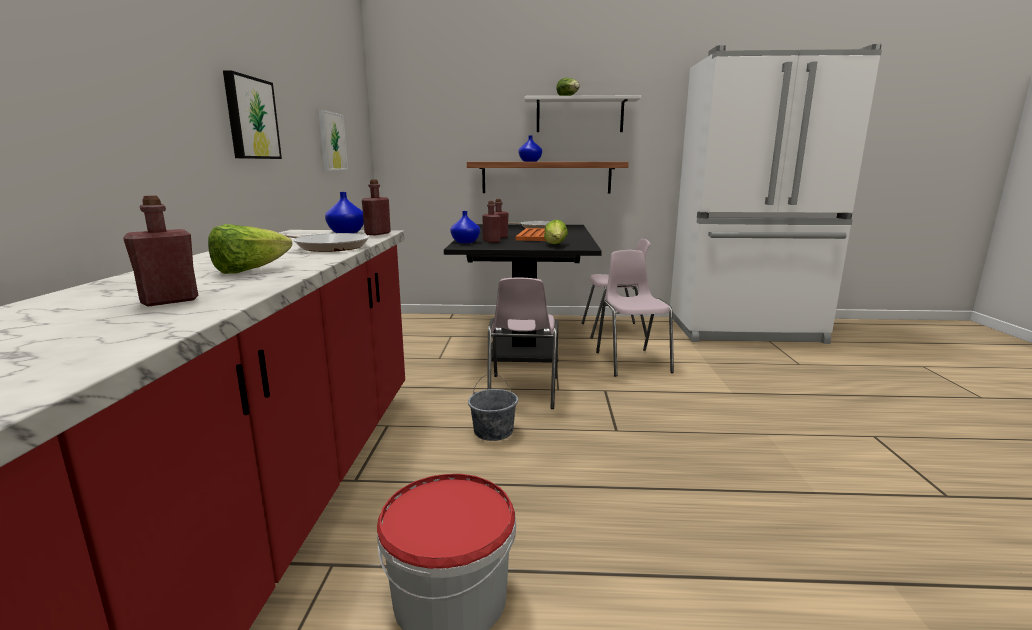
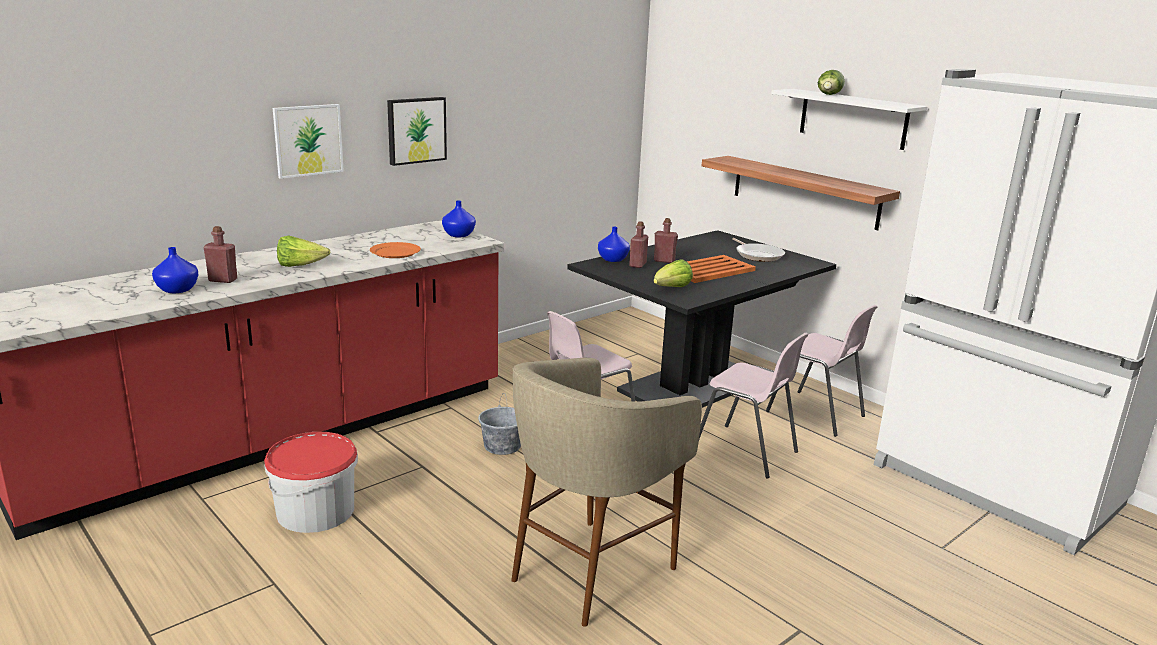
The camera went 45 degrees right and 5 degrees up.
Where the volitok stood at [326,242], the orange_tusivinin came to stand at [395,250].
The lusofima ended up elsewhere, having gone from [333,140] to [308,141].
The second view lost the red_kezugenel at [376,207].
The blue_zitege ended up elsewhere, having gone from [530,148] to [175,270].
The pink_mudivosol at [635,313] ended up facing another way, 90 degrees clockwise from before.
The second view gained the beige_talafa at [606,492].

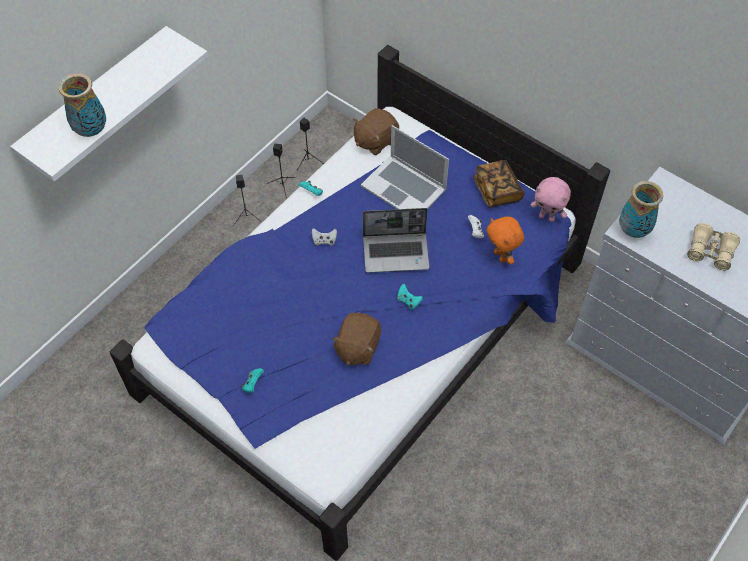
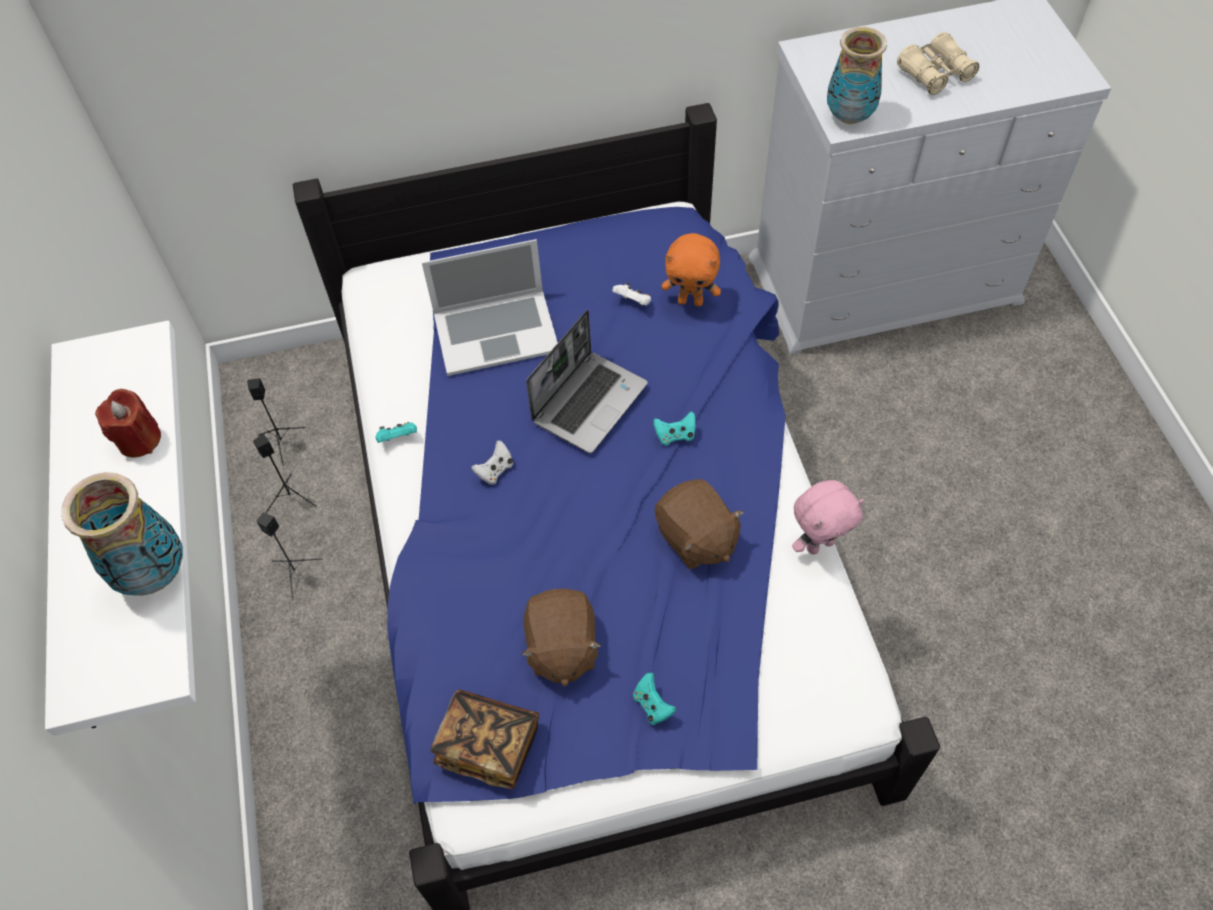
The camera went 50 degrees left and 0 degrees up.
The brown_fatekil ended up elsewhere, having gone from [376,131] to [561,638].
The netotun ended up elsewhere, having gone from [499,183] to [485,739].
The pink_fatekil ended up elsewhere, having gone from [551,199] to [828,517].
The second view gained the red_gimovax at [128,423].

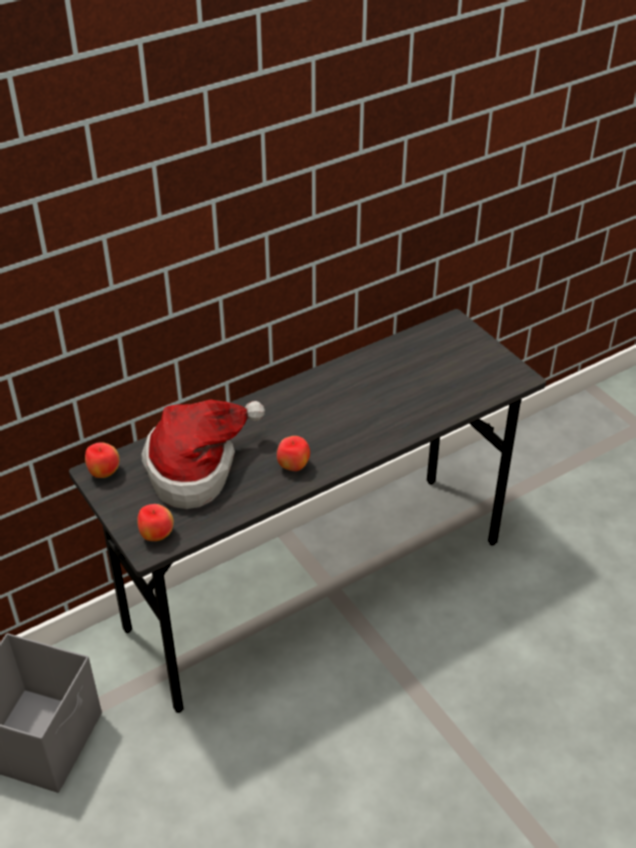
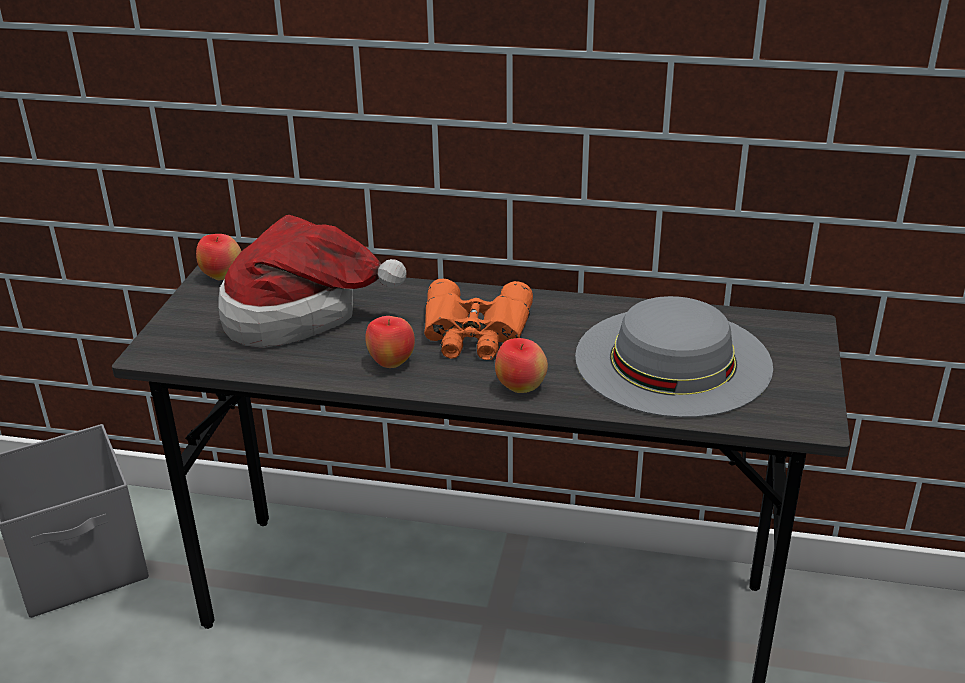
The camera went 45 degrees right and 10 degrees down.
The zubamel ended up elsewhere, having gone from [155,522] to [521,365].
The second view gained the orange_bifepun at [478,319].
The second view gained the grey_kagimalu at [674,357].

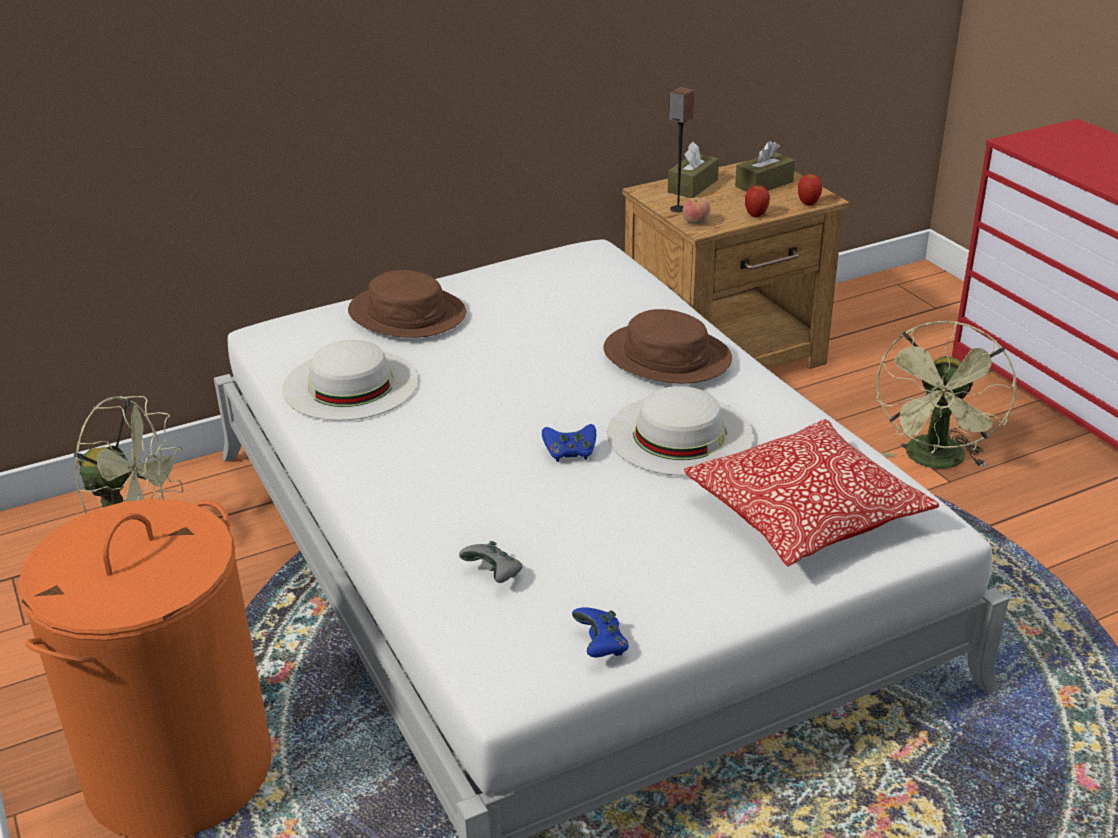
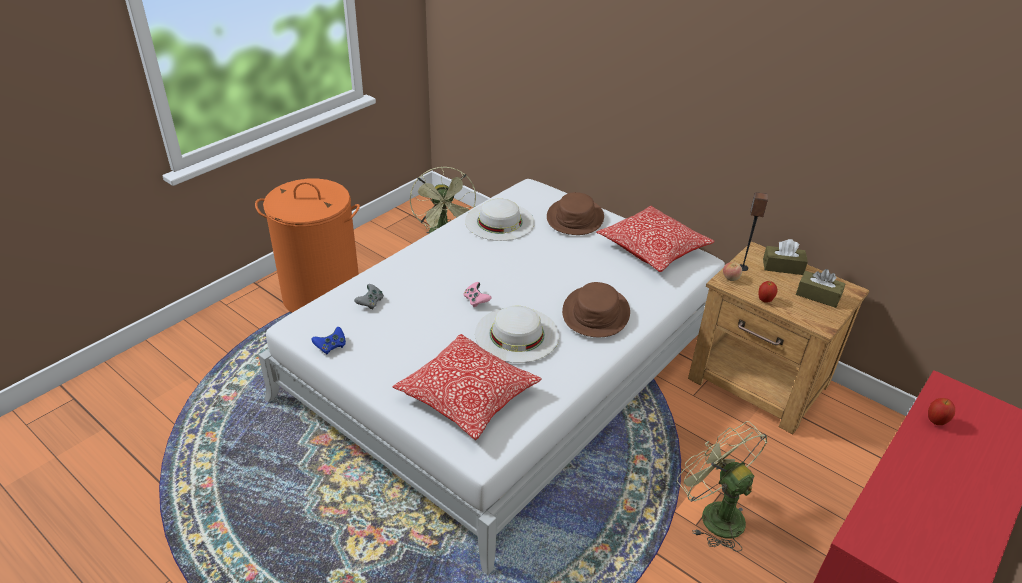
The camera went 65 degrees right and 5 degrees up.
What was the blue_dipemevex at [569,443] turned into the pink_dipemevex at [477,294].
The zubamel ended up elsewhere, having gone from [810,189] to [941,411].
The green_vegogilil at [946,395] ended up facing another way, 60 degrees clockwise from before.
The second view gained the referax at [655,239].

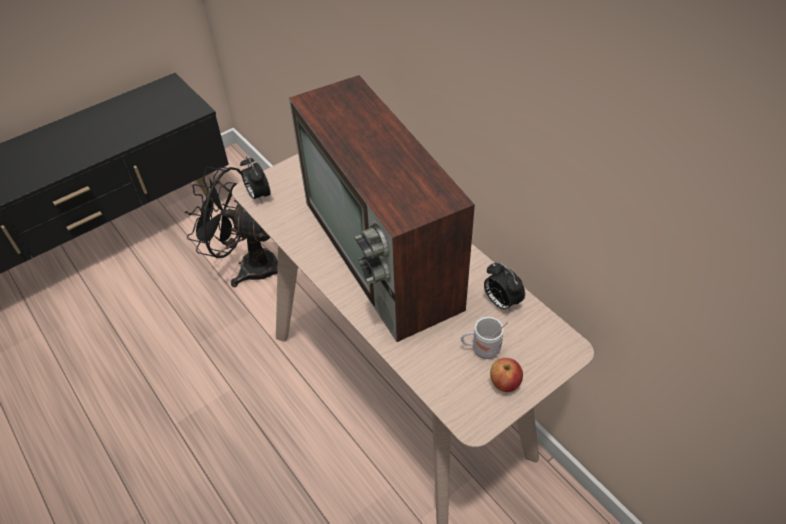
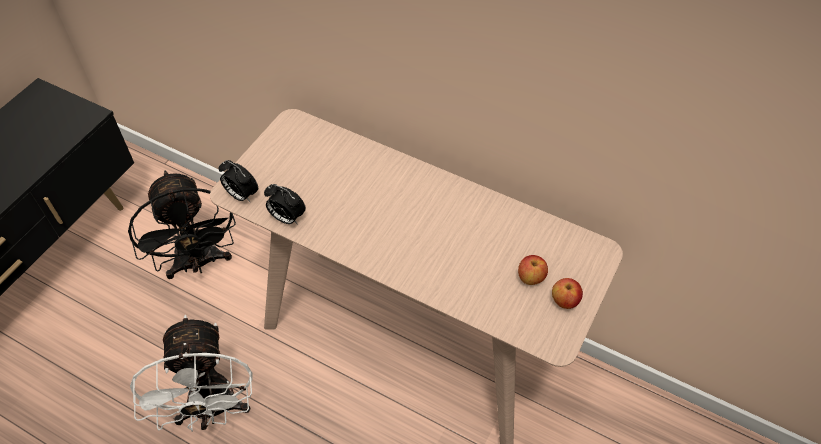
The camera went 25 degrees left and 5 degrees up.
The black_vegogilil at [231,227] ended up facing another way, 105 degrees counterclockwise from before.
The second view lost the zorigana at [382,208].
Where the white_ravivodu stood at [484,338], the zubamel came to stand at [533,270].
The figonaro ended up elsewhere, having gone from [504,287] to [285,204].
The second view gained the white_vegogilil at [191,373].

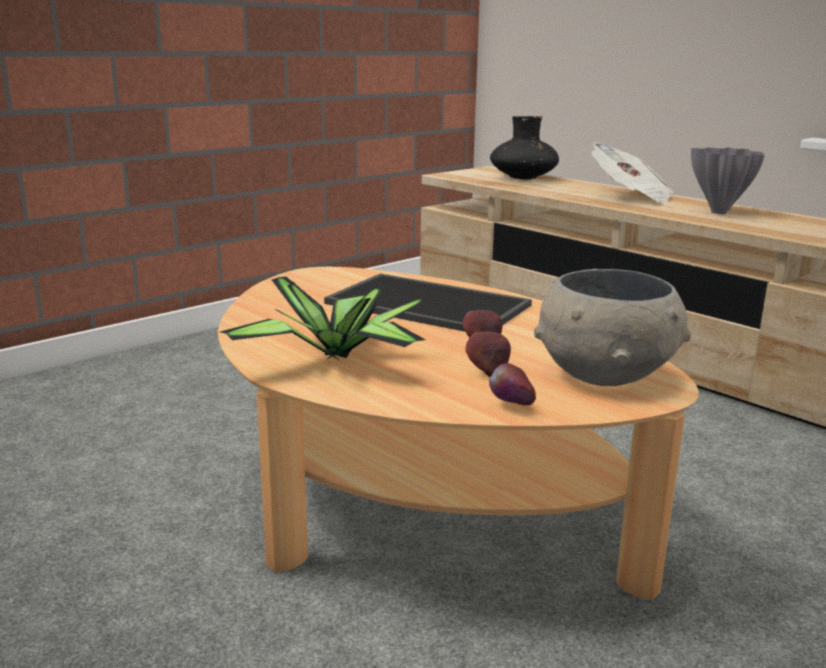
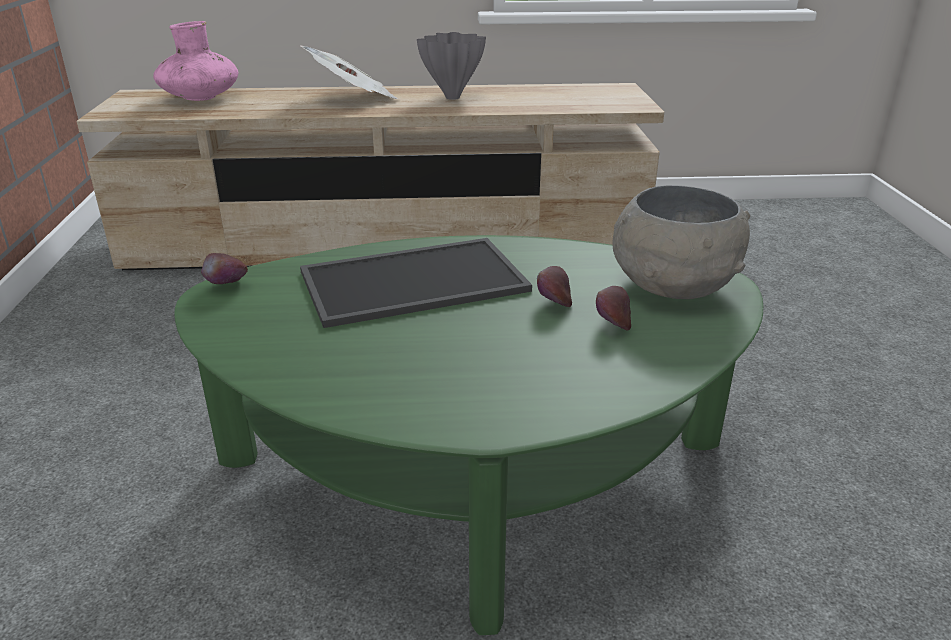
The camera went 50 degrees left and 10 degrees up.
What was the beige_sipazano at [458,433] turned into the green_sipazano at [468,435].
The second view lost the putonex at [323,319].
The zubamel ended up elsewhere, having gone from [512,384] to [224,268].
What was the black_zitege at [524,147] turned into the pink_zitege at [195,61].

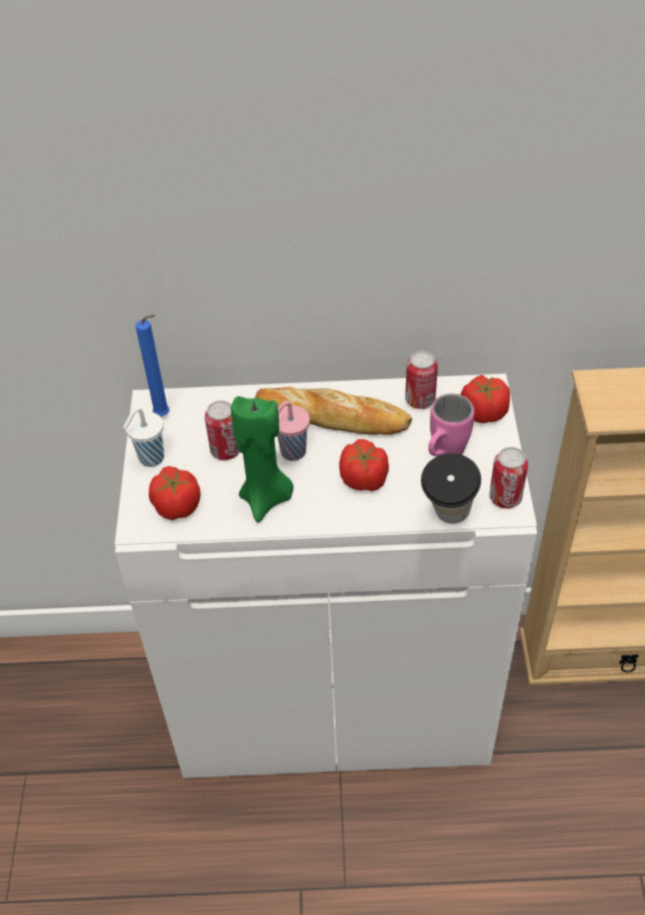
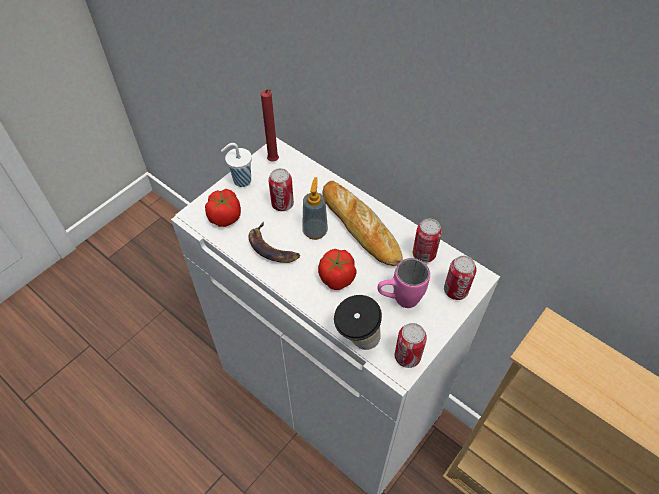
The camera went 40 degrees right and 5 degrees up.
What was the blue_gimovax at [152,365] turned into the red_gimovax at [270,125].
Where the green_gimovax stood at [262,459], the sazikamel came to stand at [274,242].
Where the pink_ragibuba stood at [293,431], the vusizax came to stand at [315,208].
Where the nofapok stood at [485,399], the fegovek came to stand at [460,278].

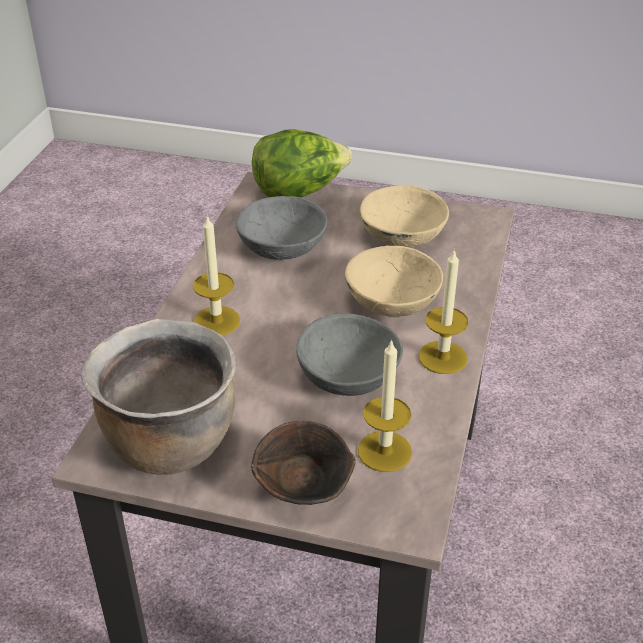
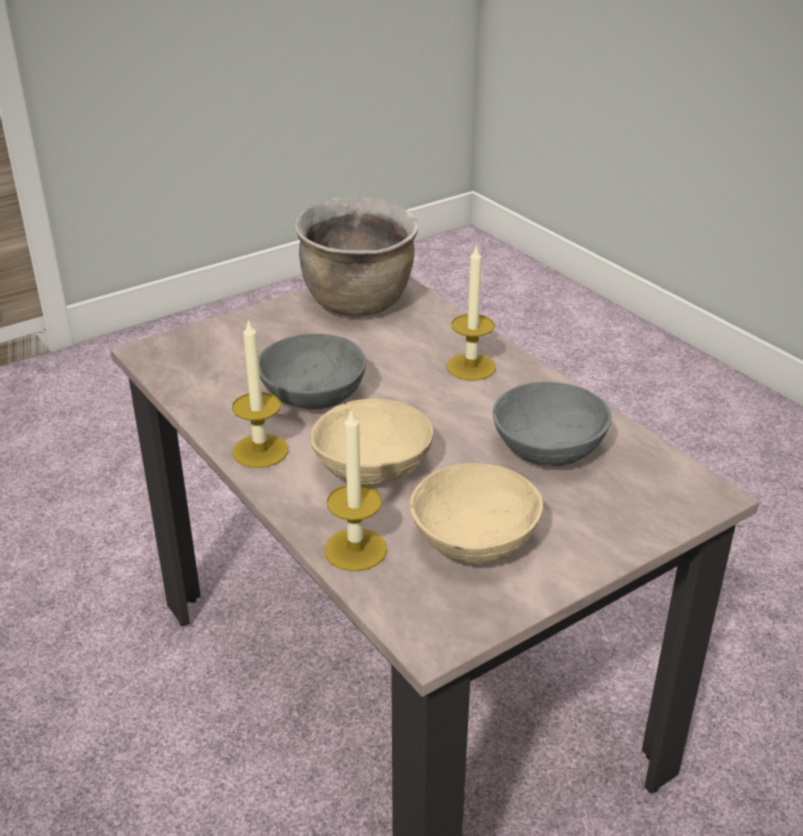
The camera went 130 degrees right and 5 degrees down.
The second view lost the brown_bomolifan at [303,463].
The second view lost the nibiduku at [302,163].
The gimovax ended up elsewhere, having gone from [385,405] to [355,489].

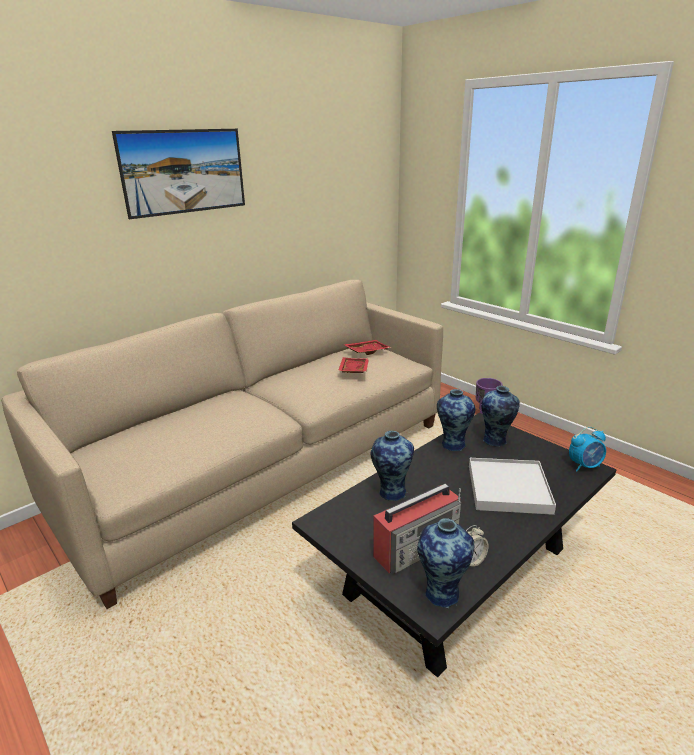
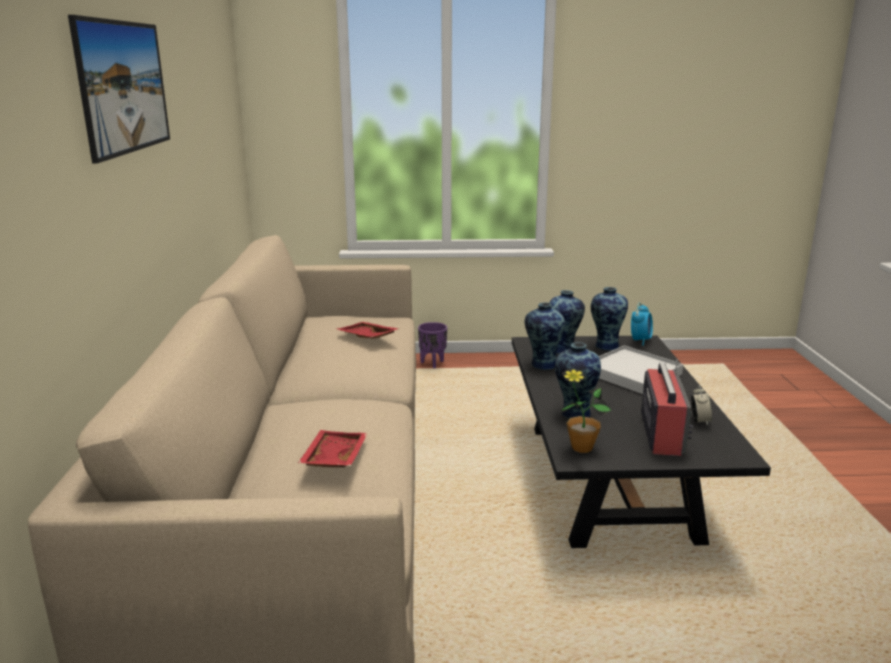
The camera went 50 degrees left and 5 degrees down.
The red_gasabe ended up elsewhere, having gone from [367,347] to [333,448].
The zitege ended up elsewhere, having gone from [445,563] to [609,318].
The second view gained the putonex at [586,410].

